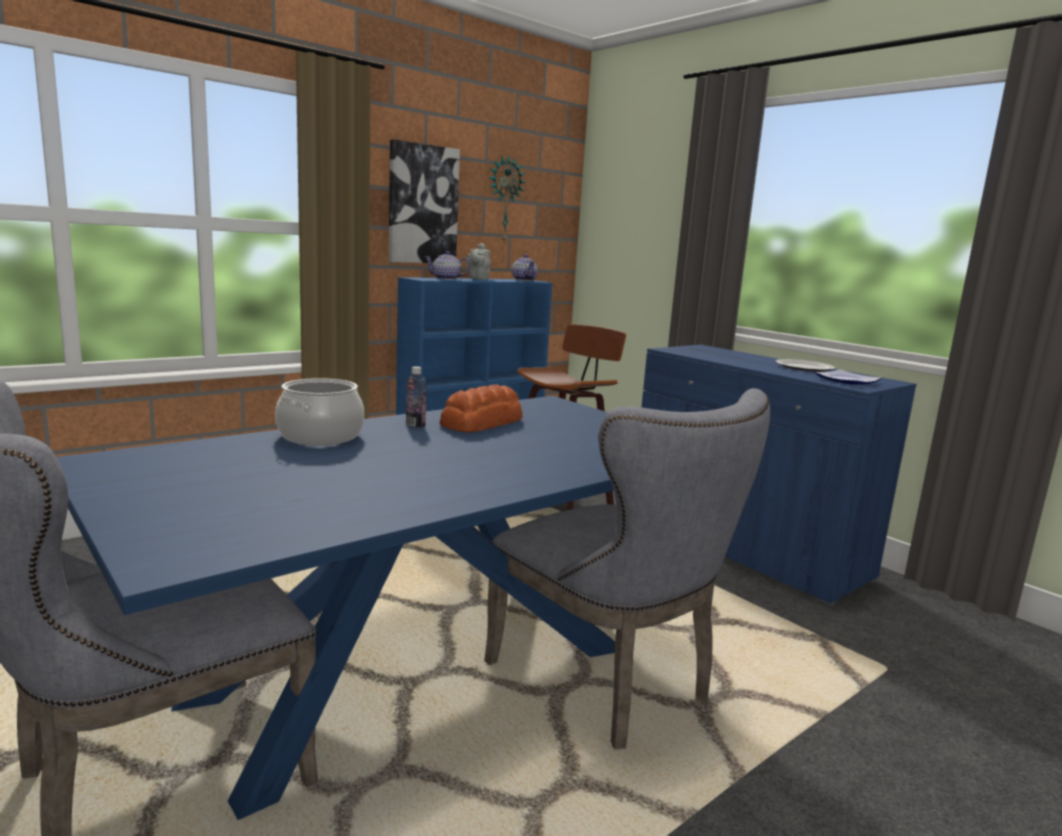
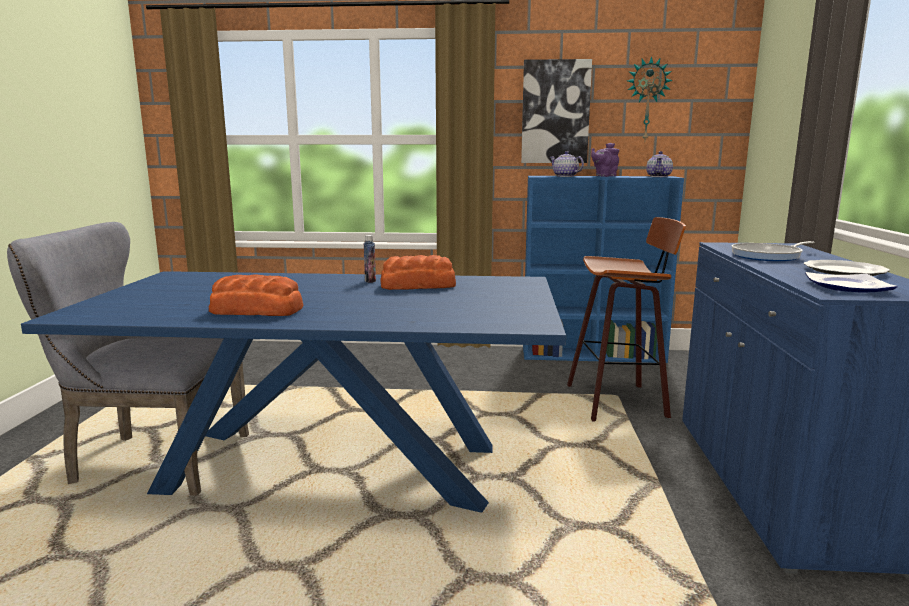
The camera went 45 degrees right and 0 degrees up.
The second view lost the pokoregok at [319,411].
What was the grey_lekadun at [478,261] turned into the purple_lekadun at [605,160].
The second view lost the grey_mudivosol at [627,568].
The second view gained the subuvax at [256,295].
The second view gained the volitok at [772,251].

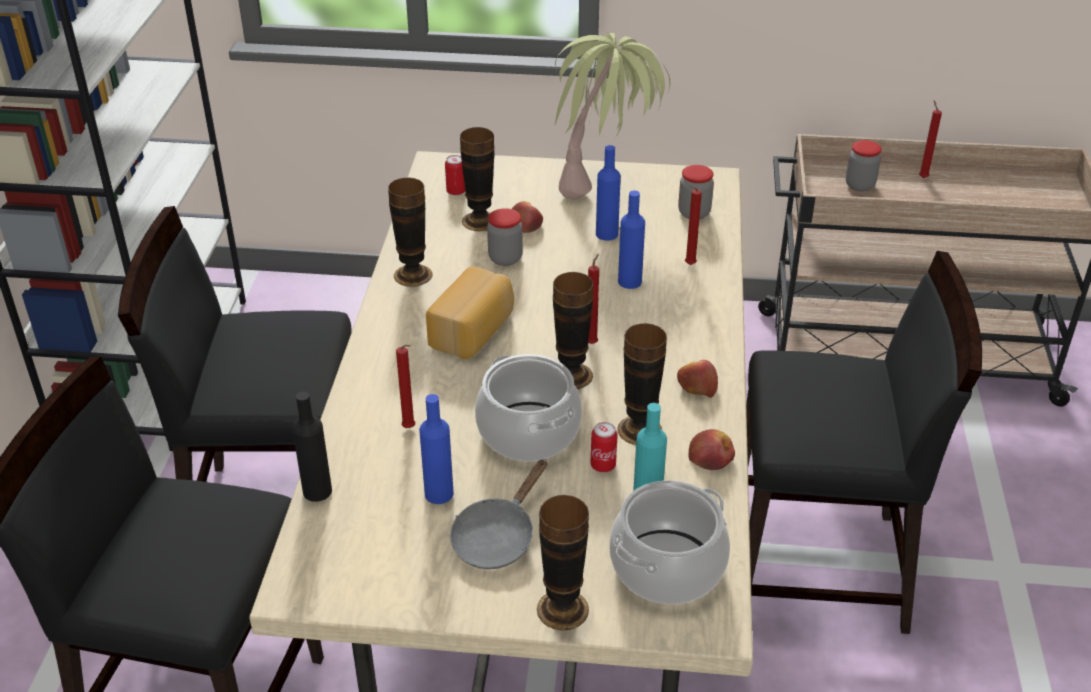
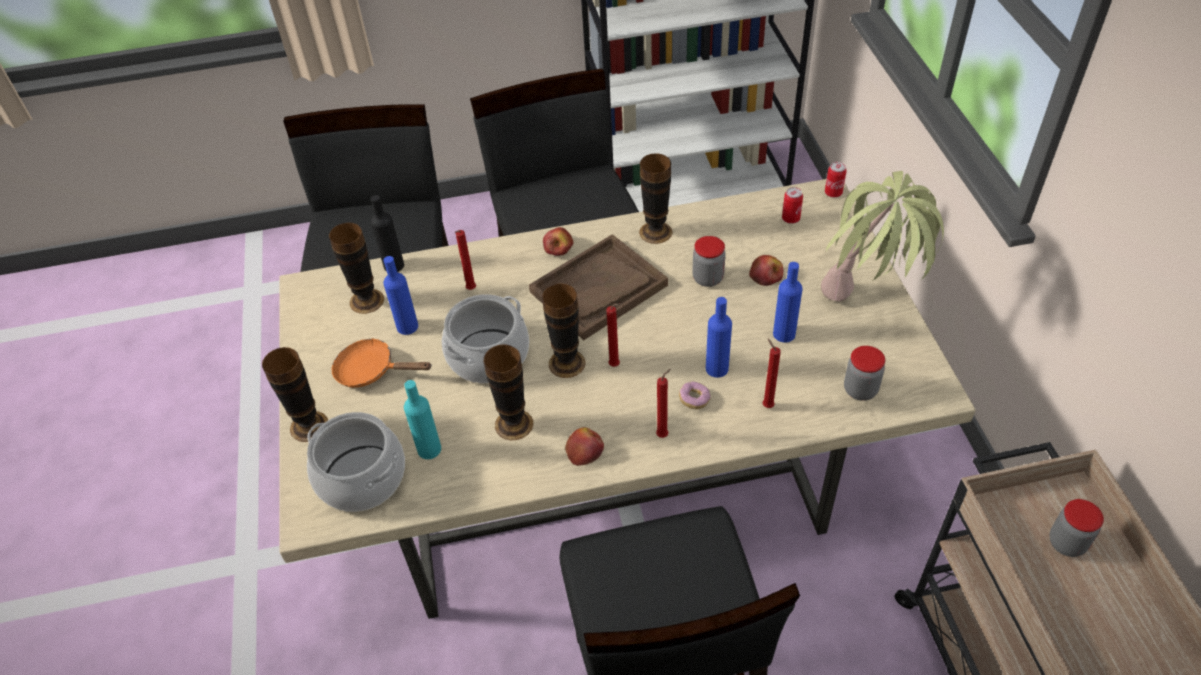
The camera went 75 degrees right and 10 degrees up.
Where the subuvax stood at [470,313], the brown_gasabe came to stand at [598,287].
What was the grey_volitok at [498,514] turned into the orange_volitok at [382,363].
The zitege ended up elsewhere, having gone from [477,179] to [356,268].
The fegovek ended up elsewhere, having gone from [604,447] to [836,180].
The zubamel ended up elsewhere, having gone from [711,449] to [558,241].
The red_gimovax ended up elsewhere, having gone from [930,139] to [663,403].
The second view gained the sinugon at [695,395].

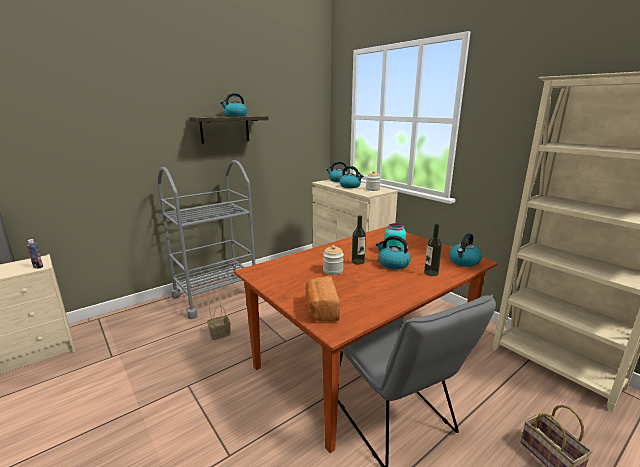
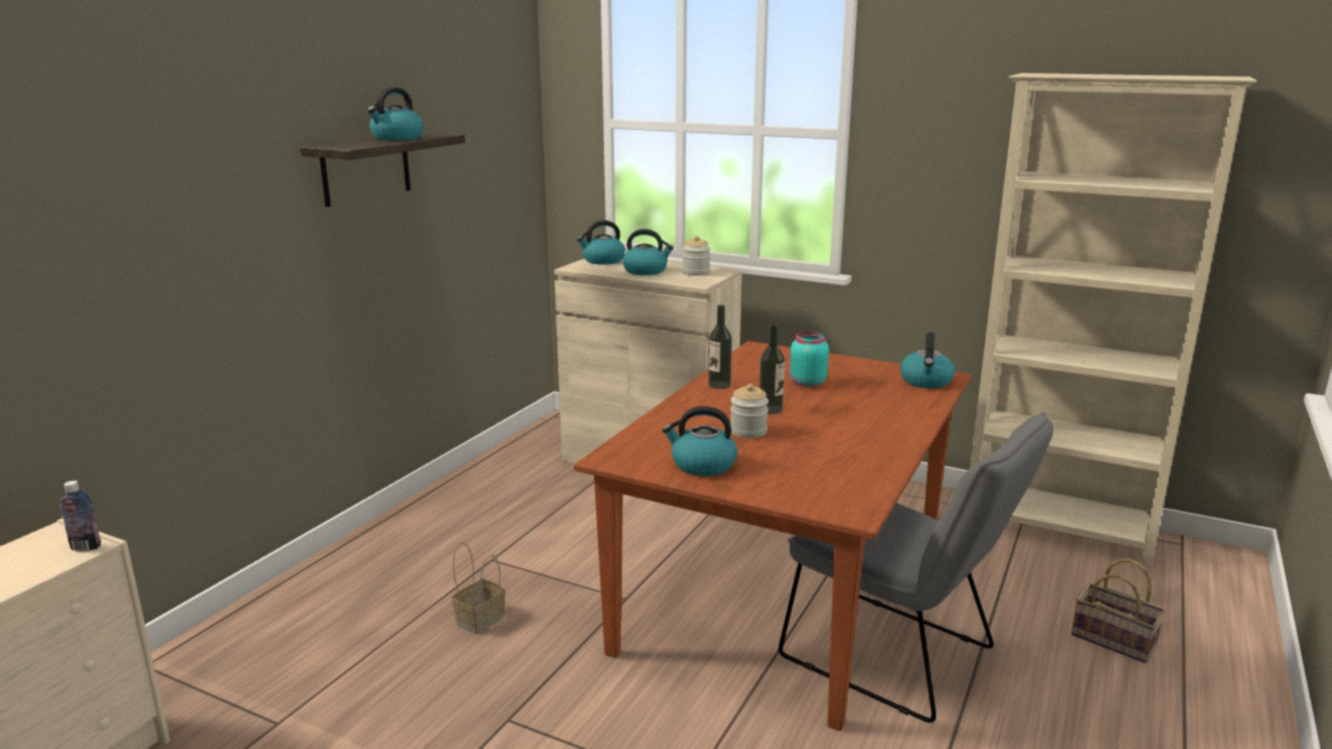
The camera went 25 degrees left and 0 degrees up.
The second view lost the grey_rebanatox at [208,239].
The second view lost the subuvax at [322,299].
The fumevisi ended up elsewhere, having gone from [393,253] to [699,441].
The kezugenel ended up elsewhere, having gone from [433,250] to [720,347].

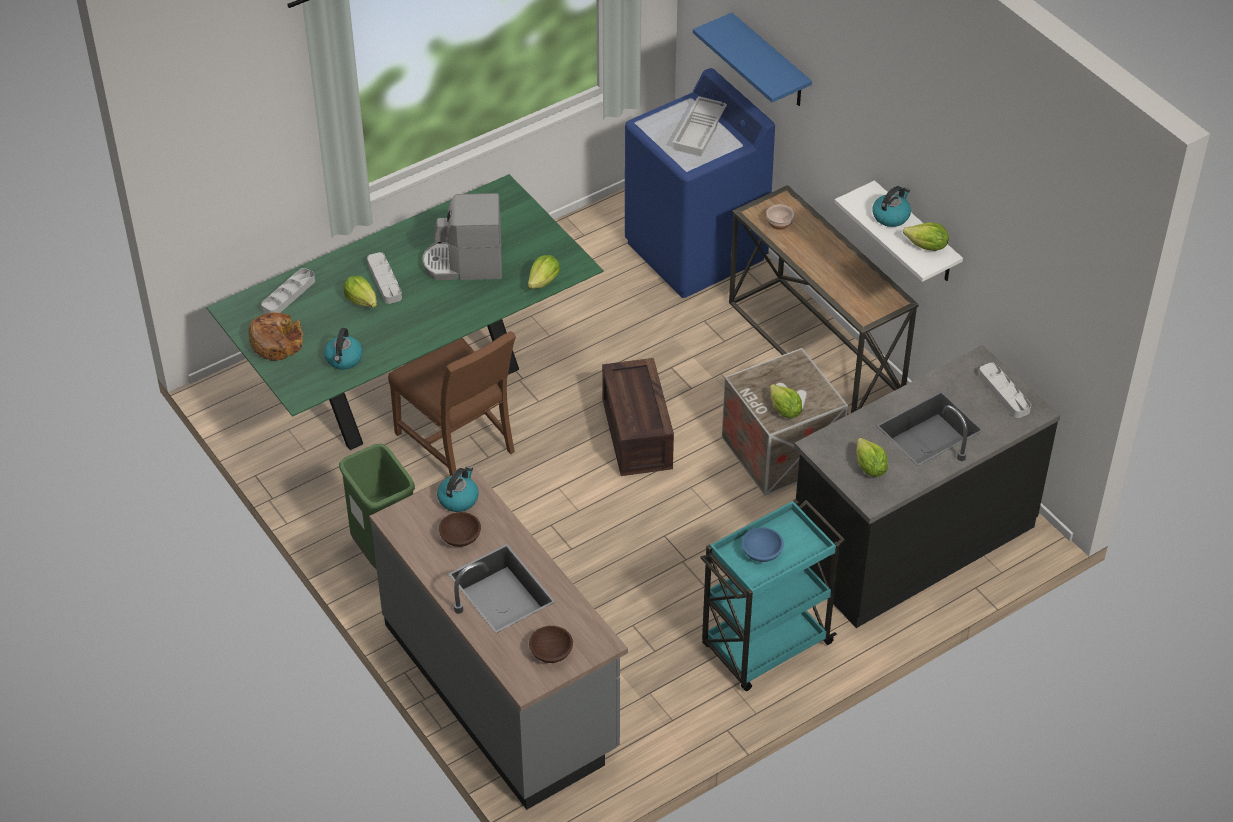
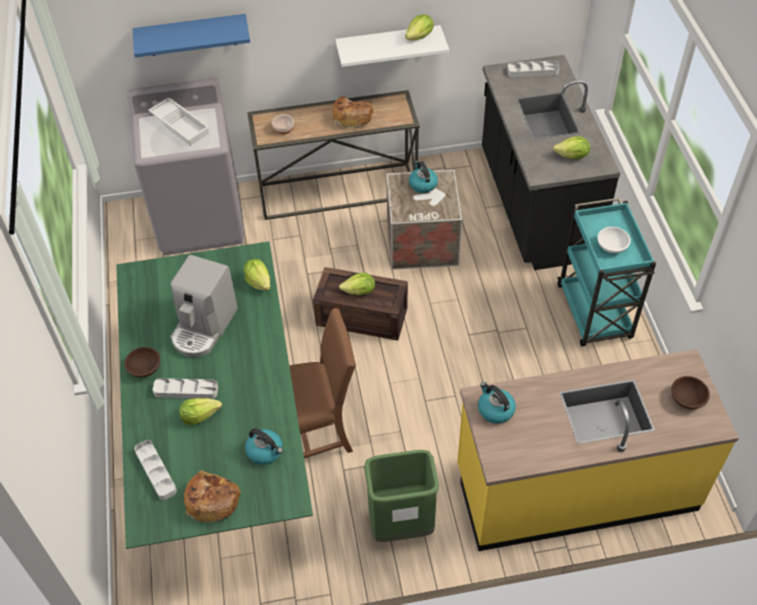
The camera went 65 degrees left and 5 degrees up.
What was the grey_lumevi at [498,637] turned into the yellow_lumevi at [598,450].
The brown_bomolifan ended up elsewhere, having gone from [460,529] to [142,362].
What was the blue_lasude at [700,183] turned into the grey_lasude at [186,166].
What was the blue_bomolifan at [763,544] turned into the white_bomolifan at [614,240].
The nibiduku ended up elsewhere, having gone from [786,401] to [357,284].
The fumevisi ended up elsewhere, having gone from [891,206] to [423,177].
The second view gained the subuvax at [353,112].

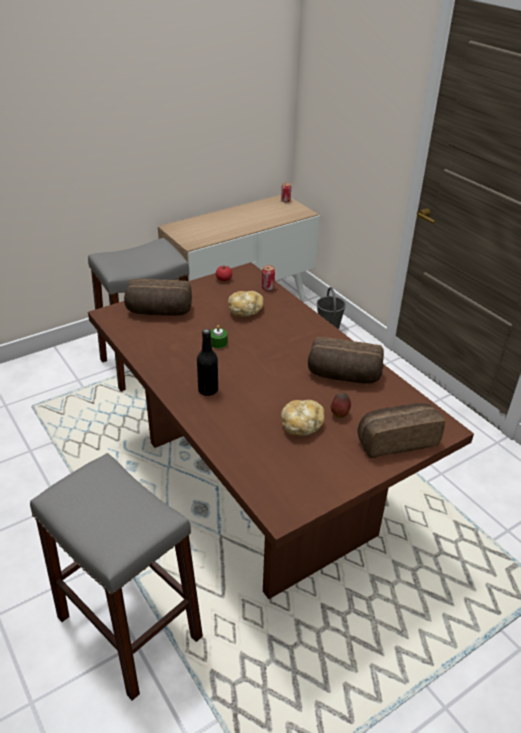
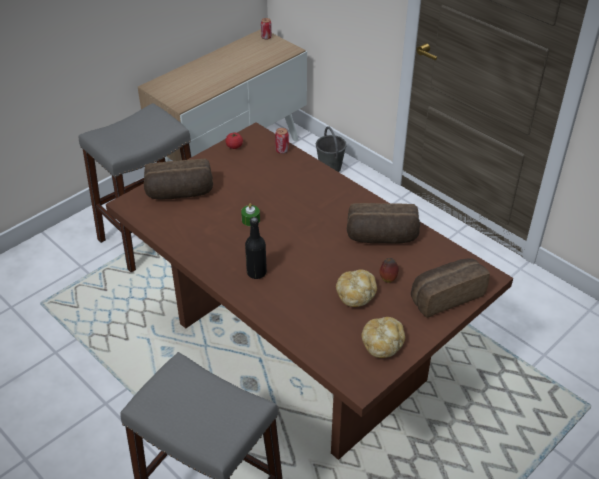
The camera went 10 degrees left and 5 degrees up.
The subuvax ended up elsewhere, having gone from [246,304] to [383,337].

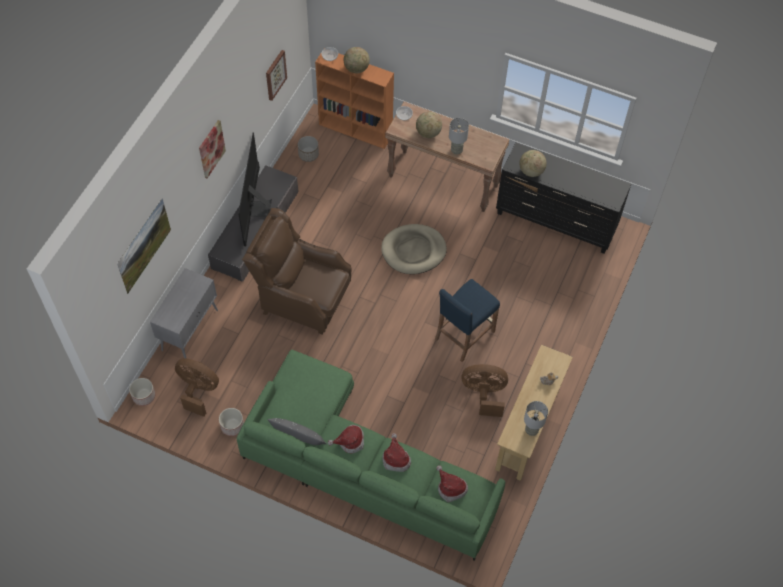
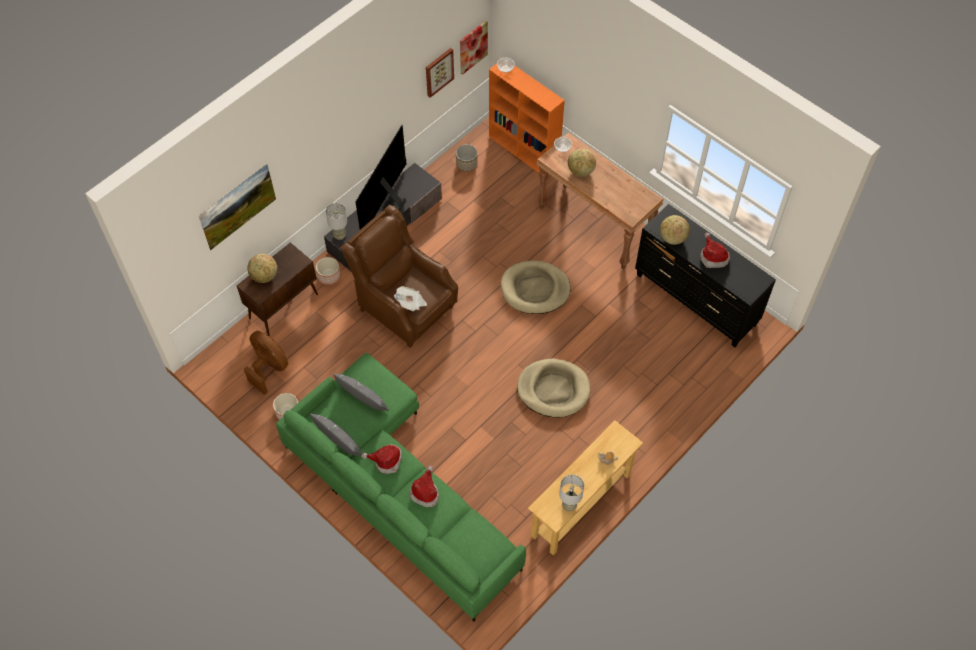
The camera went 20 degrees right and 0 degrees up.
The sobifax ended up elsewhere, having gone from [142,392] to [328,271].
What was the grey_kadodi at [184,313] turned into the brown_kadodi at [277,289].
The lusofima ended up elsewhere, having gone from [212,149] to [474,48].
The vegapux ended up elsewhere, having gone from [357,60] to [262,268].
Where the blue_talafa stood at [467,320], the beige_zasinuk came to stand at [553,388].
The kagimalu ended up elsewhere, having gone from [452,483] to [715,250].
The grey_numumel ended up elsewhere, having gone from [459,136] to [336,221].
The second view lost the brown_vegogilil at [484,390].
The second view gained the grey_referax at [361,392].
The second view gained the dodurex at [410,298].

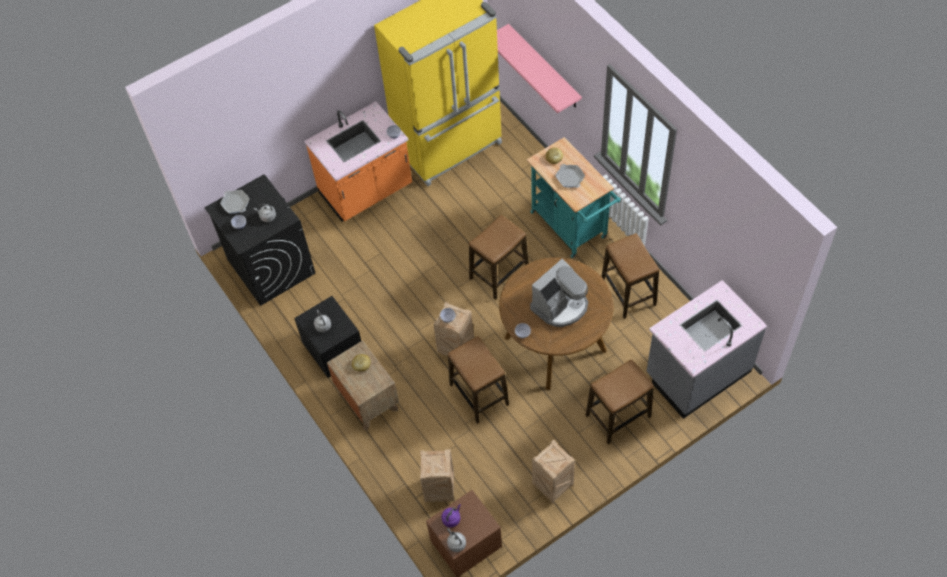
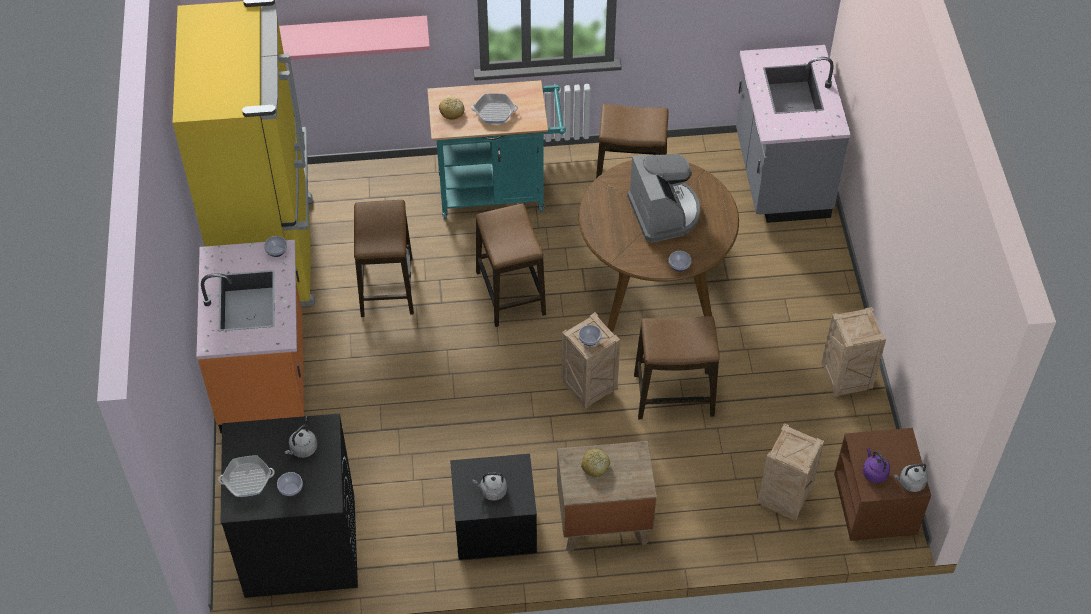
The camera went 65 degrees left and 5 degrees down.
The talafa ended up elsewhere, having gone from [619,401] to [384,258].

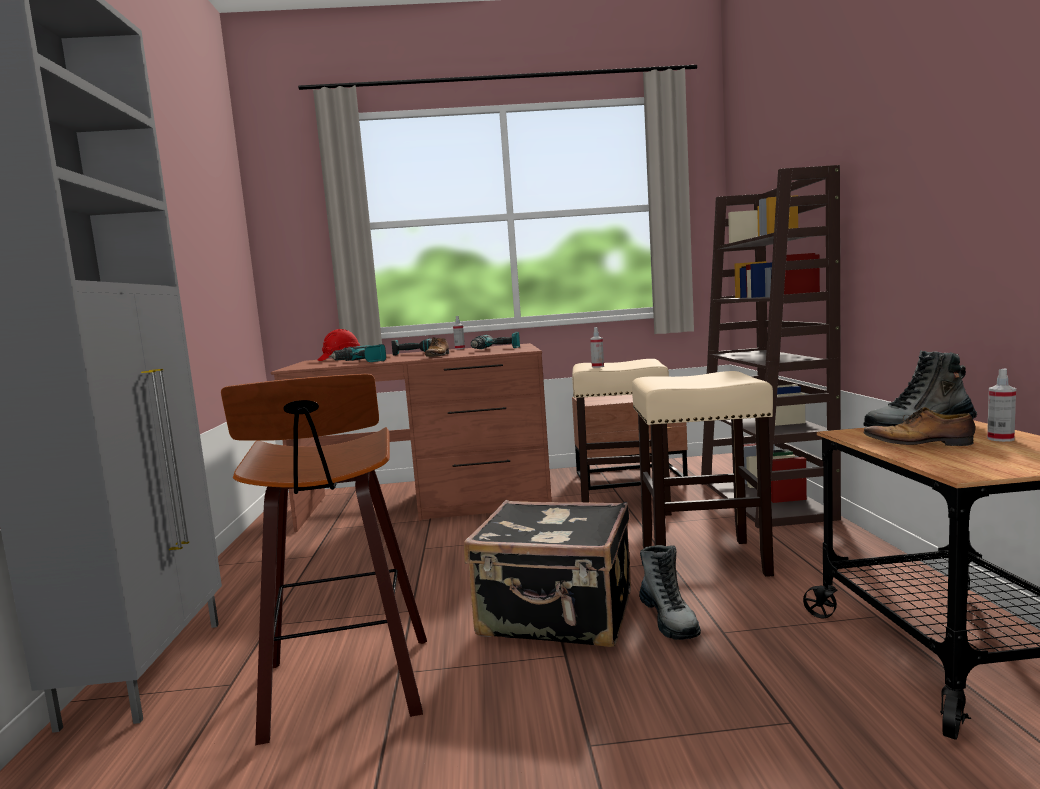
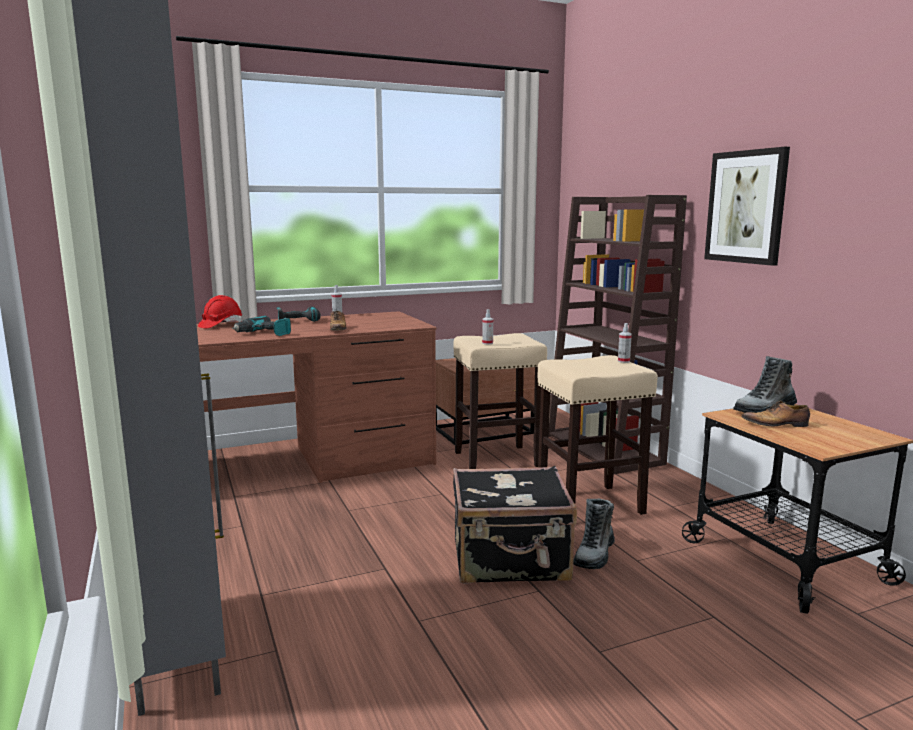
The camera went 20 degrees left and 5 degrees up.
The second view lost the talafa at [324,559].
The second view lost the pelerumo at [495,340].
The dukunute at [670,592] ended up facing another way, 60 degrees clockwise from before.
The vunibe ended up elsewhere, having gone from [1001,405] to [625,343].
The second view gained the lusofima at [747,206].

